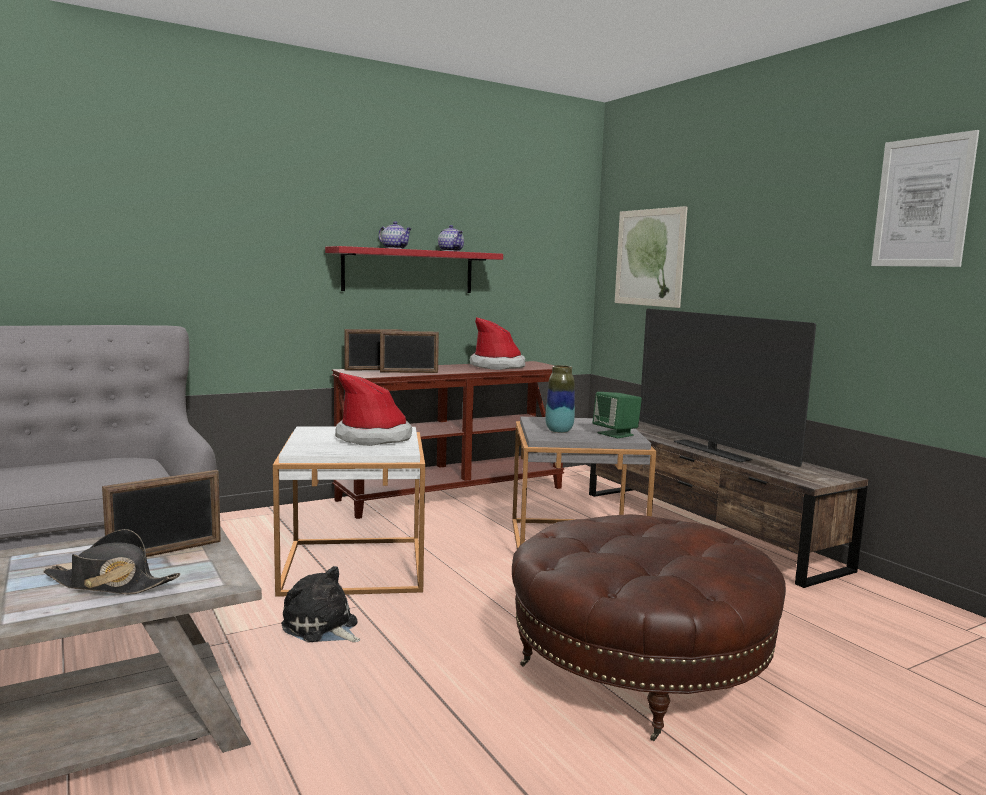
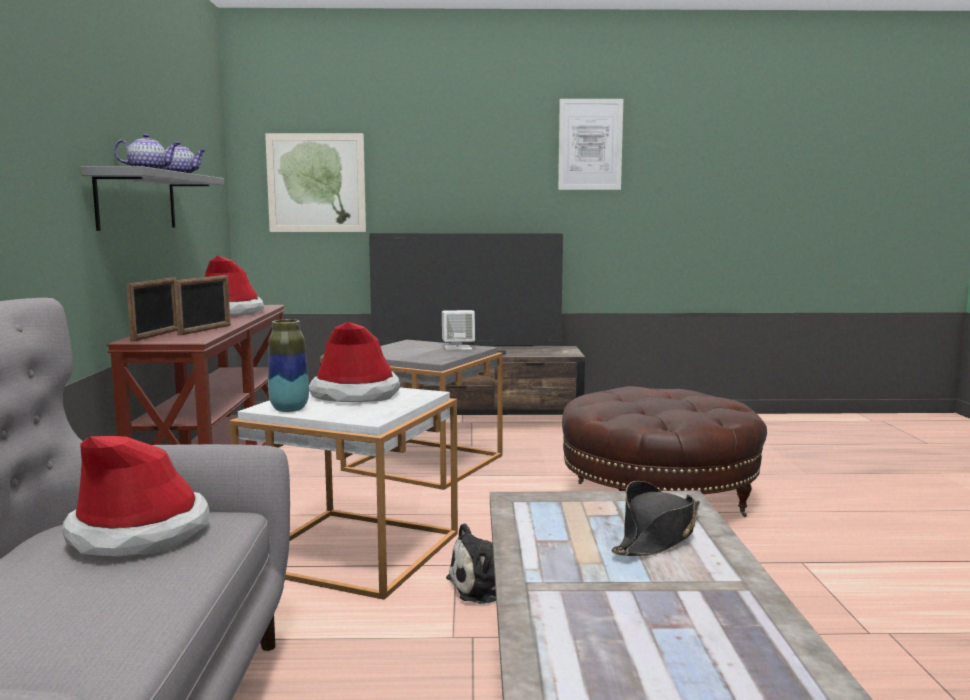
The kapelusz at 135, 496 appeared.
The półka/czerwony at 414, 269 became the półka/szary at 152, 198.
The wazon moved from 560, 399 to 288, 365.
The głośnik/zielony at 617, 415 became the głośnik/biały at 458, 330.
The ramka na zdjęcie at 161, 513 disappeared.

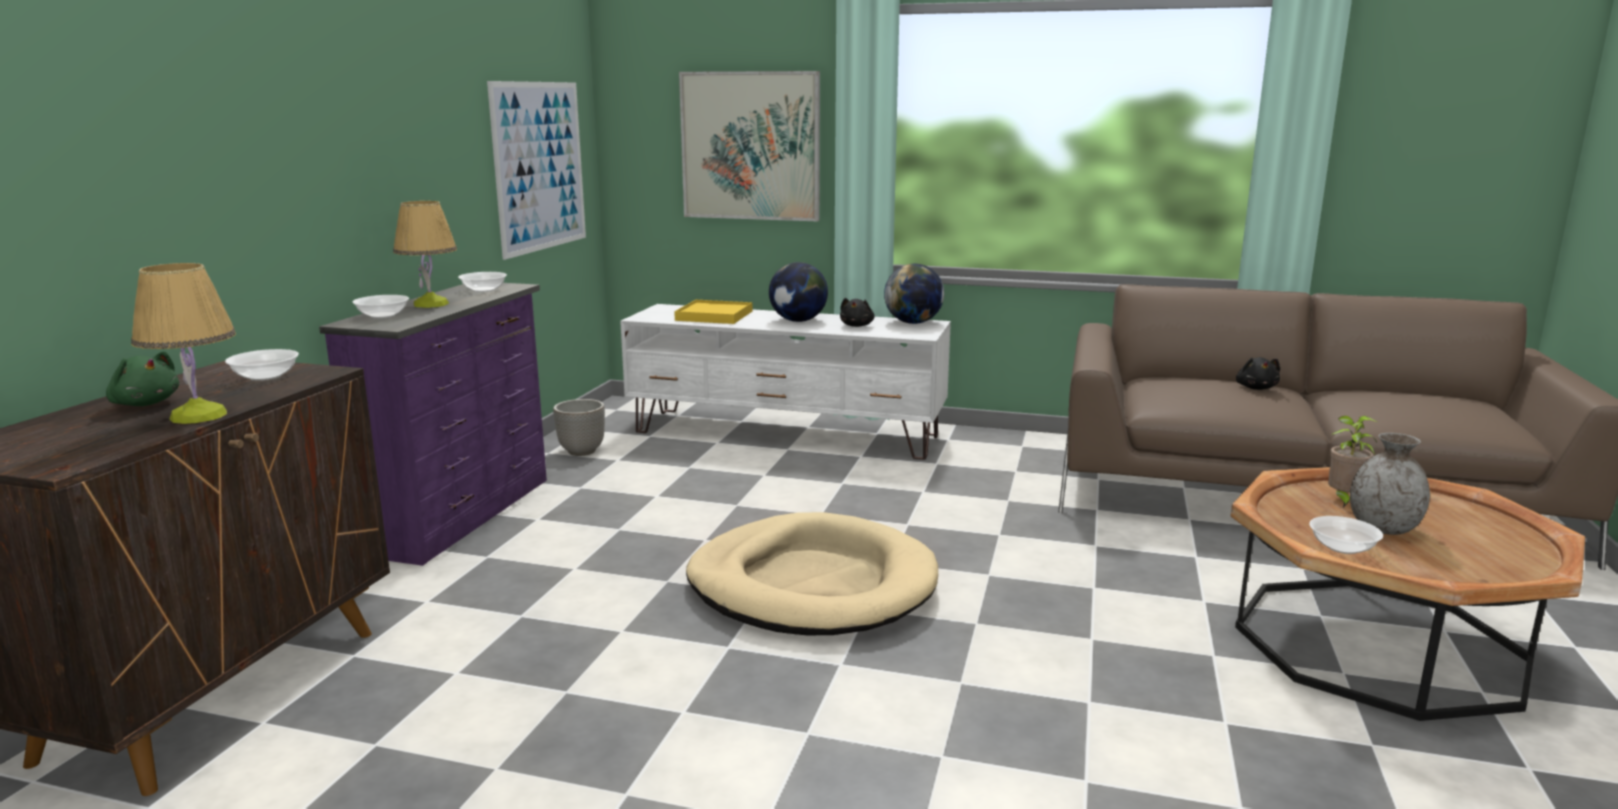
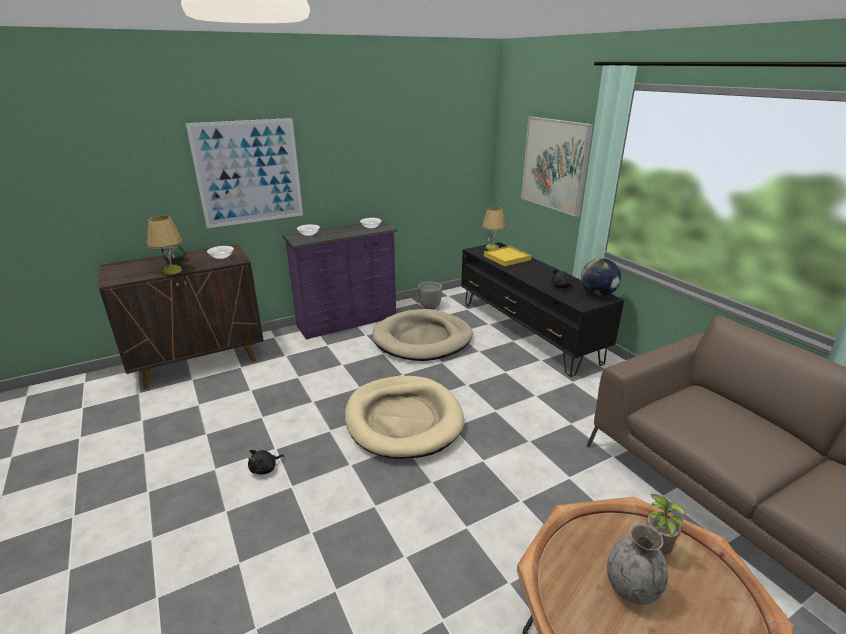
The obraz moved from 536, 170 to 244, 173.
The pluszak/czarny moved from 1258, 373 to 266, 462.
The legowisko/beżowy at 422, 335 appeared.
The szafka pod telewizor/biały at 785, 382 became the szafka pod telewizor/czarny at 542, 309.
The lampa stołowa moved from 425, 254 to 494, 228.
The globus at 798, 292 disappeared.
The miska at 1346, 535 disappeared.

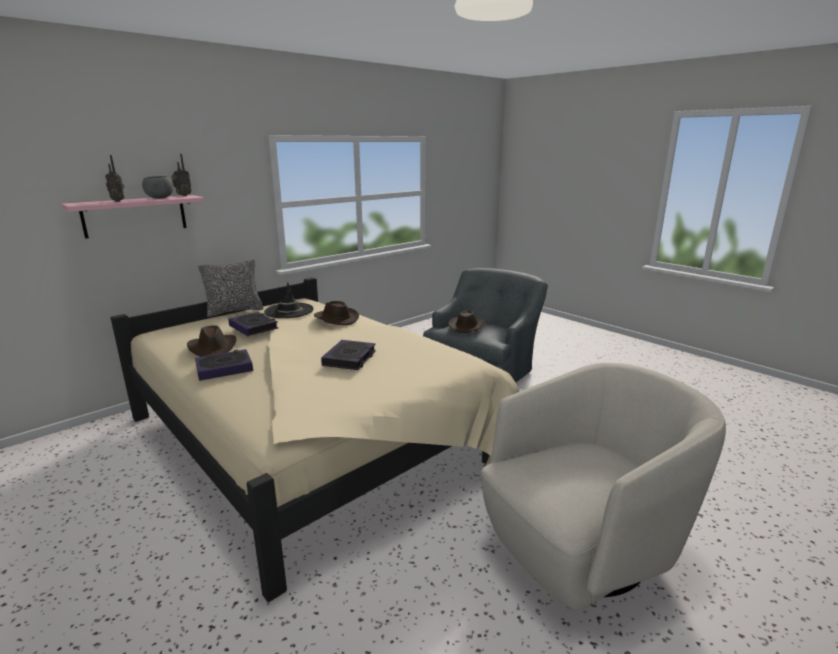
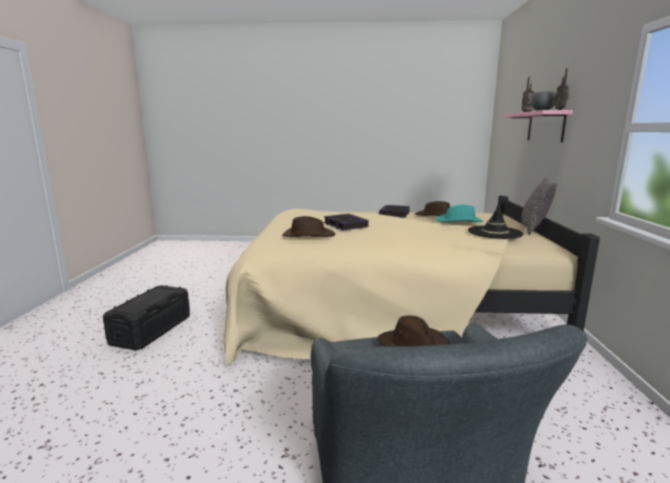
The fotel/beżowy at 603, 486 was replaced by the pojemnik do przechowywania/czarny at 146, 317.
The kapelusz/brązowy moved from 336, 313 to 308, 226.
The książka at 253, 324 was replaced by the kapelusz/turkusowy at 459, 213.

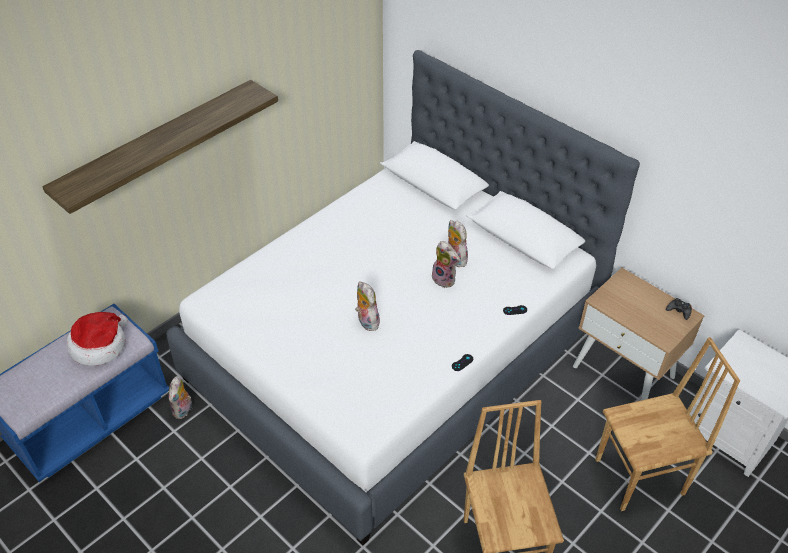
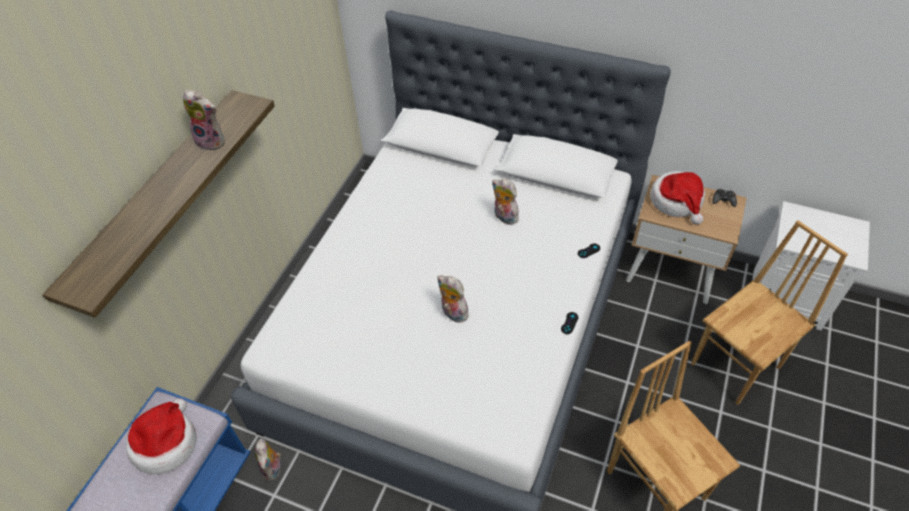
The pluszak moved from 446, 264 to 204, 120.
The kapelusz at 677, 198 appeared.

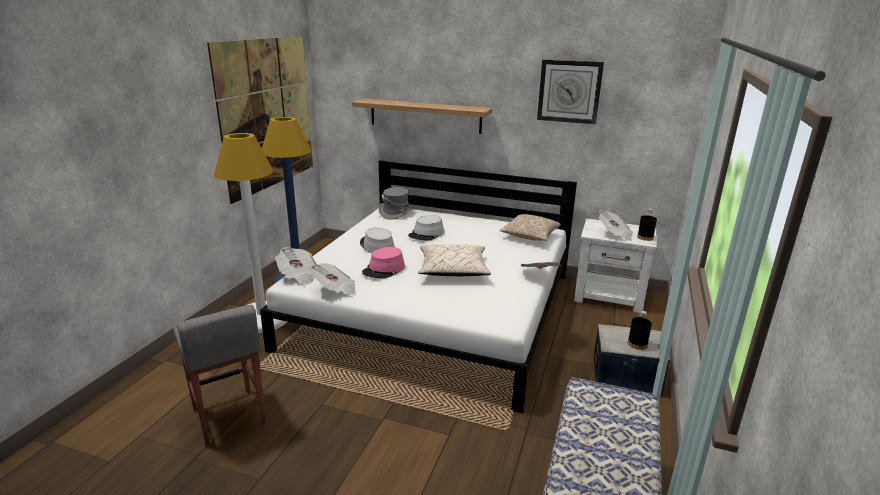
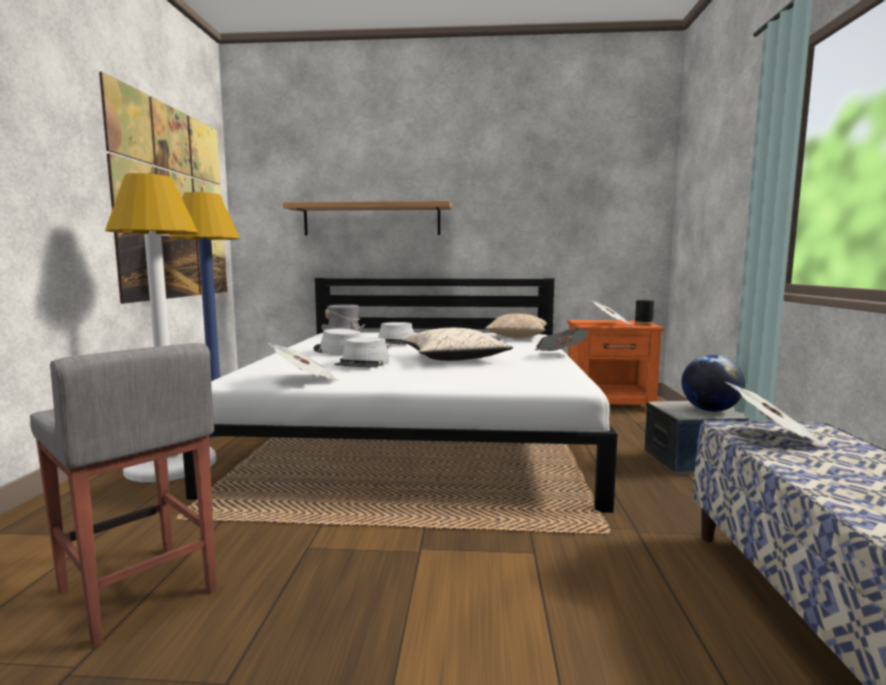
The kapelusz/różowy at 383, 262 became the kapelusz/szary at 362, 352.
The szafka nocna/biały at 615, 265 became the szafka nocna/pomarańczowy at 615, 366.
The butelka/czarny at 639, 330 was replaced by the globus at 713, 383.
The gazeta moved from 296, 266 to 778, 415.
The zegar ścienny at 570, 91 disappeared.

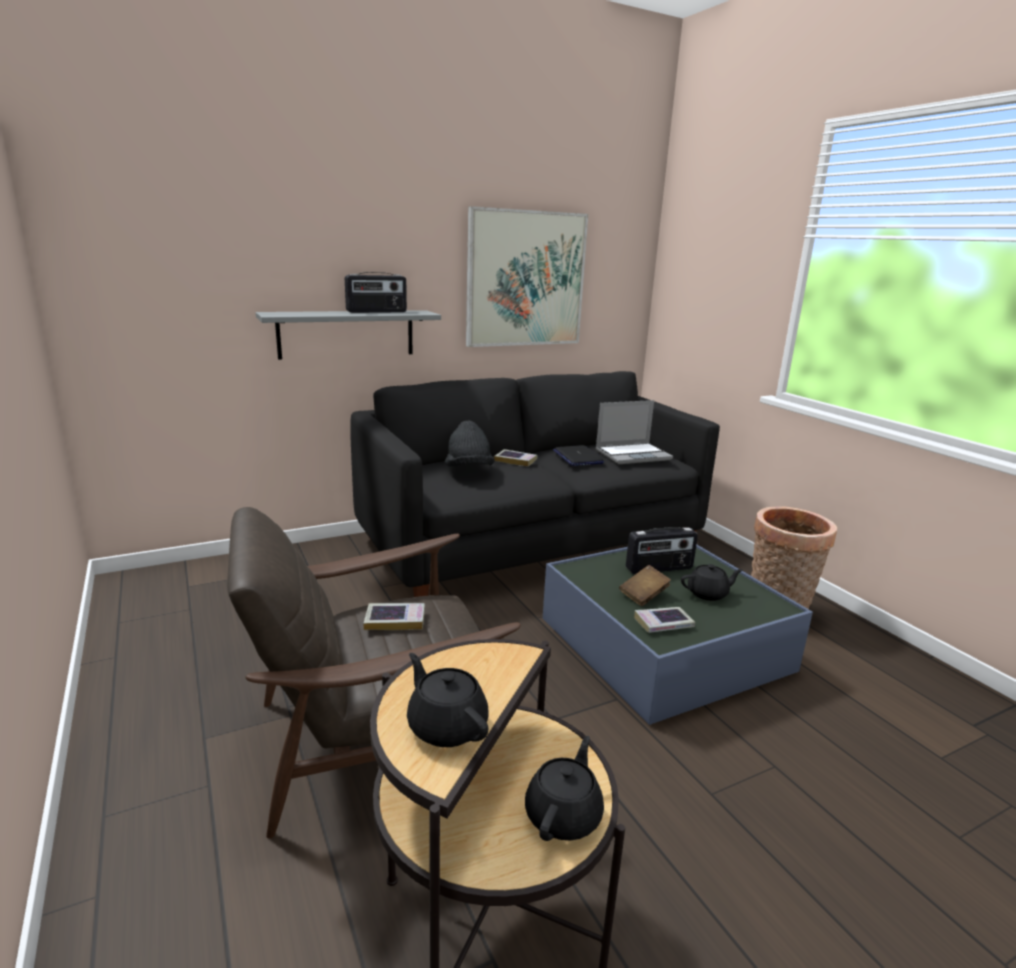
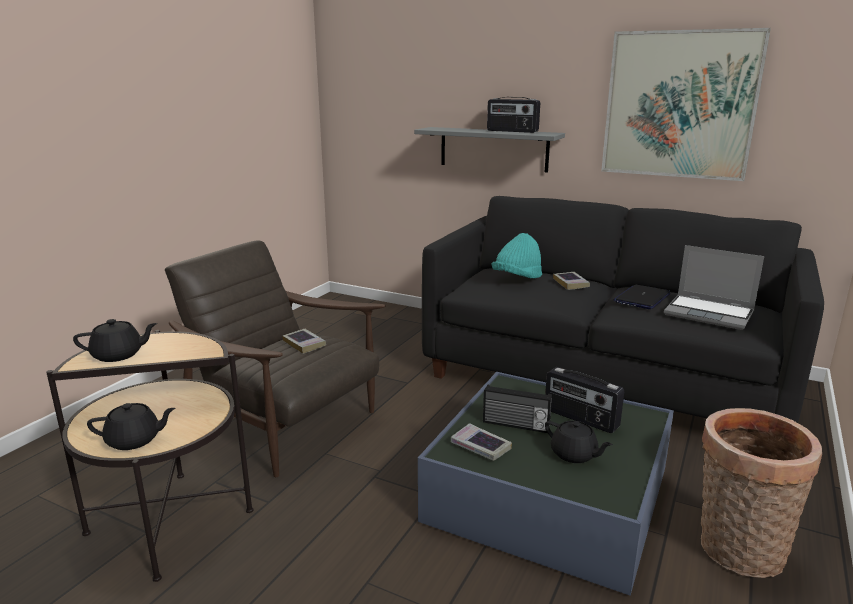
The imbryk/czarny at 448, 700 turned 60 degrees clockwise.
The książka/brązowy at 645, 585 was replaced by the radio at 517, 409.
The kapelusz/czarny at 470, 444 became the kapelusz/turkusowy at 517, 255.

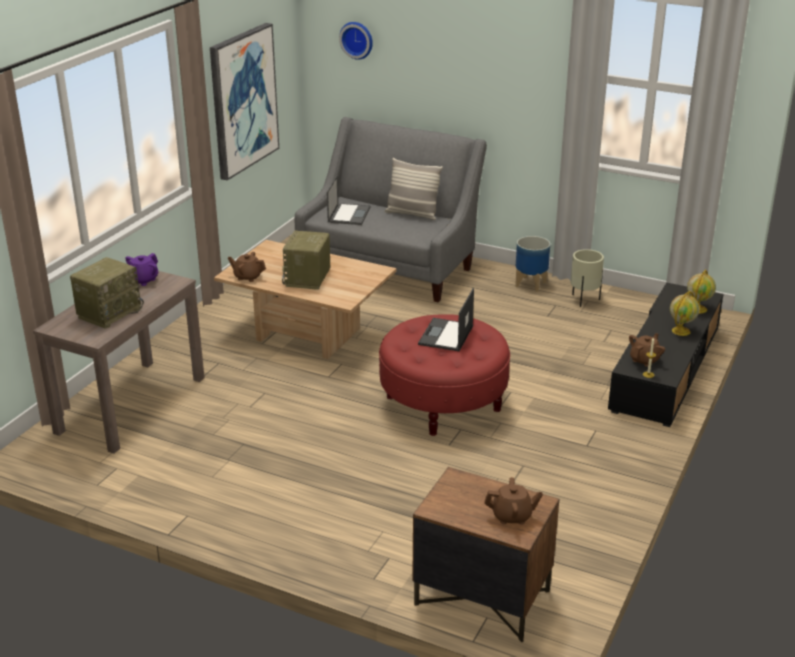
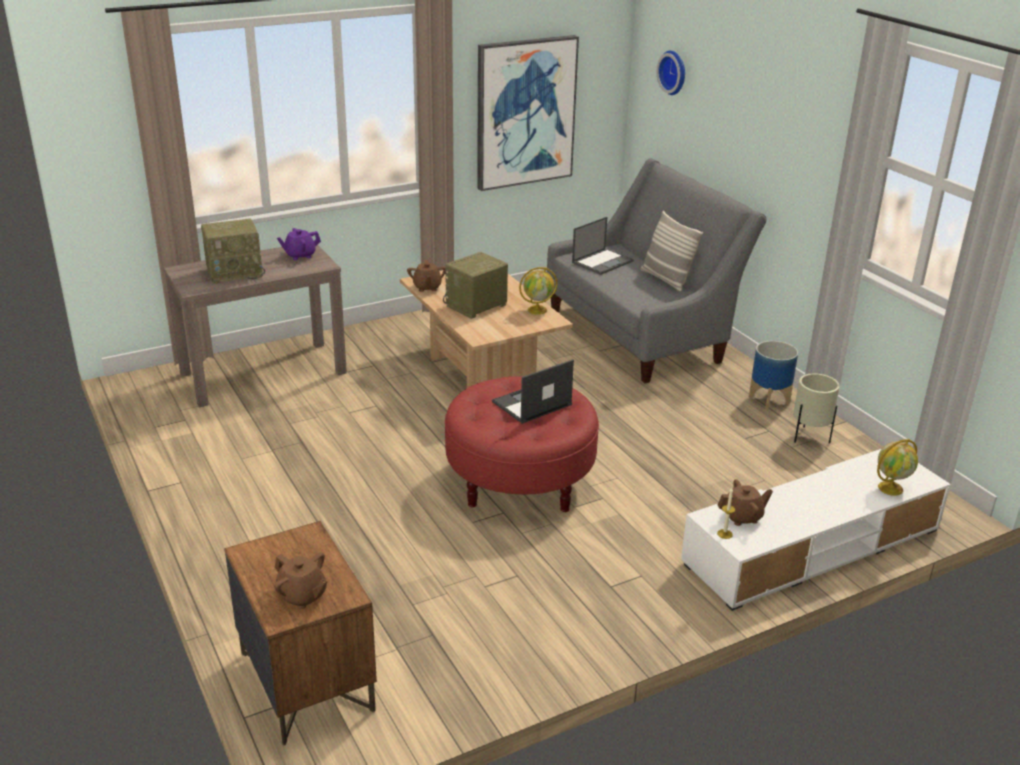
The imbryk/brązowy at 247, 267 turned 150 degrees counterclockwise.
The globus moved from 685, 313 to 538, 291.
The szafka pod telewizor/czarny at 665, 355 became the szafka pod telewizor/biały at 816, 530.

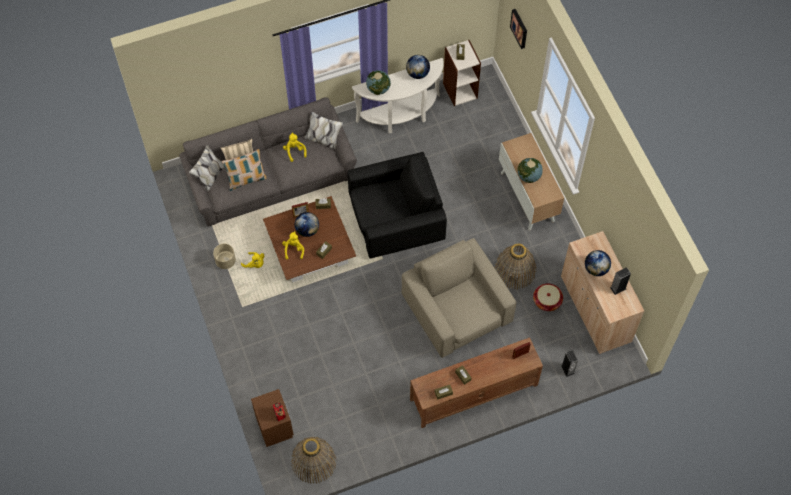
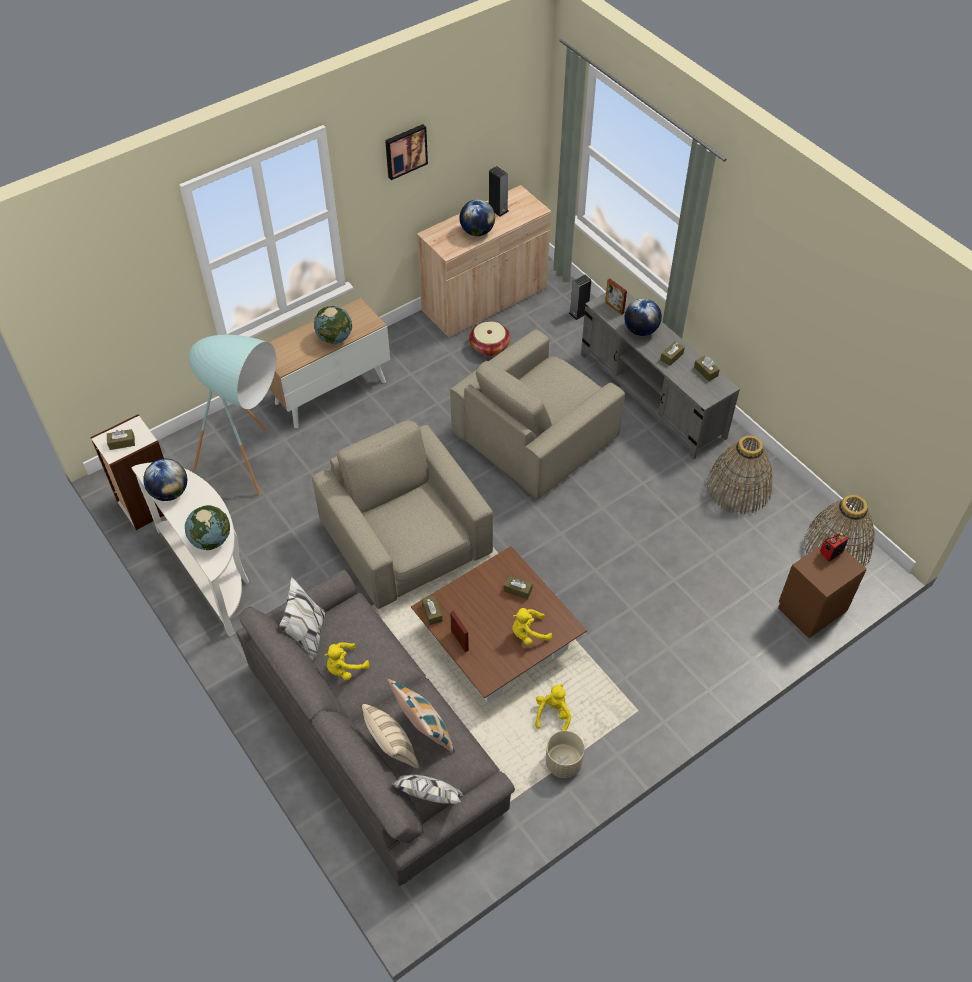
The lampa stojąca/turkusowy at 232, 415 appeared.
The fotel/czarny at 397, 205 became the fotel/beżowy at 402, 514.
The obraz moved from 518, 29 to 406, 152.
The szafka pod telewizor/brązowy at 476, 382 became the szafka pod telewizor/szary at 660, 376.
The globus moved from 307, 224 to 643, 317.
The koszyk moved from 515, 266 to 739, 474.

